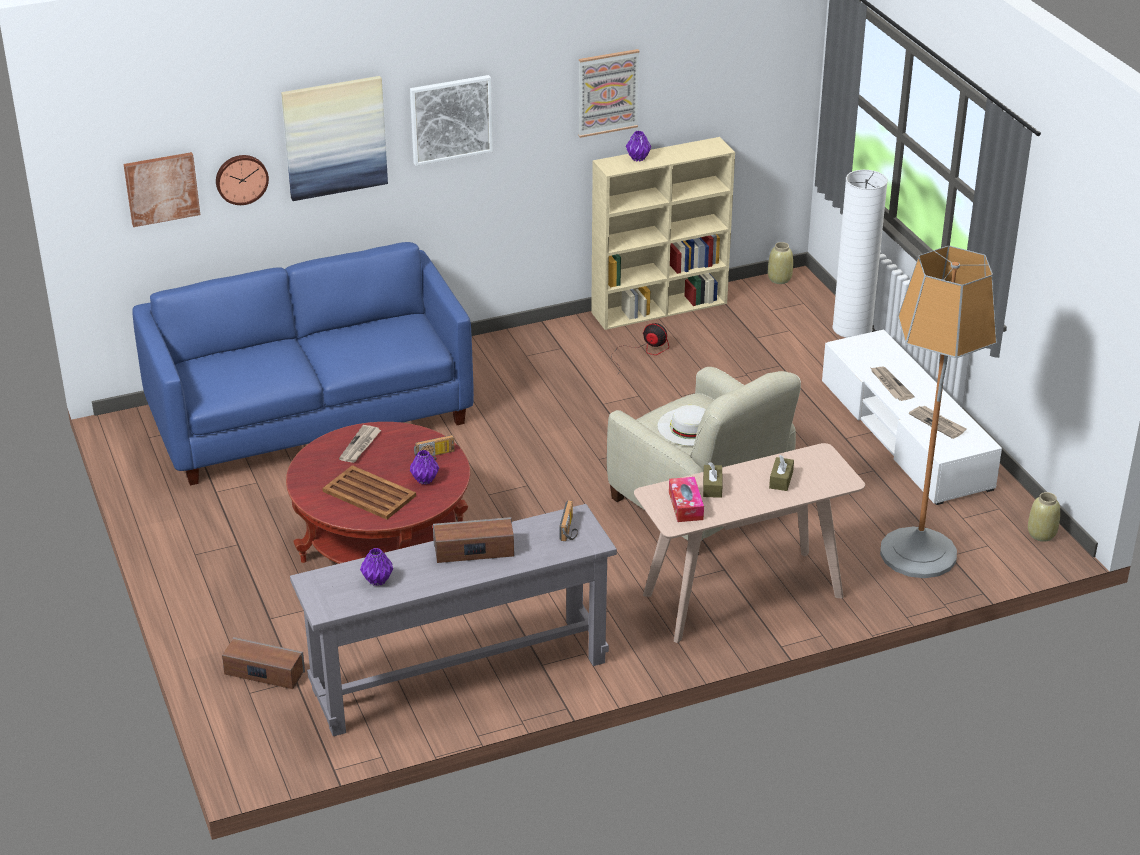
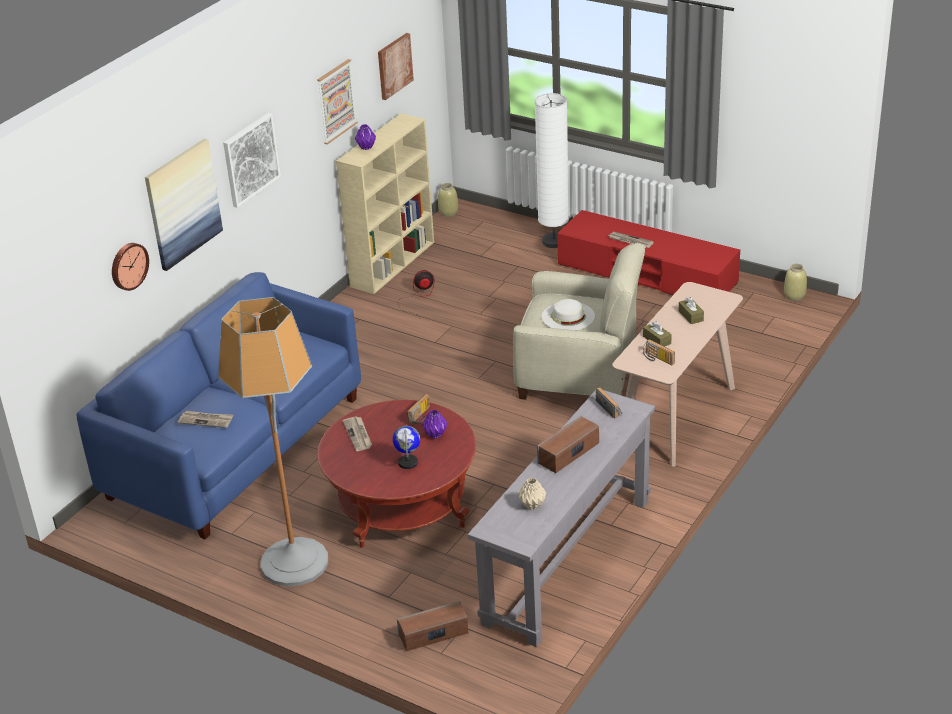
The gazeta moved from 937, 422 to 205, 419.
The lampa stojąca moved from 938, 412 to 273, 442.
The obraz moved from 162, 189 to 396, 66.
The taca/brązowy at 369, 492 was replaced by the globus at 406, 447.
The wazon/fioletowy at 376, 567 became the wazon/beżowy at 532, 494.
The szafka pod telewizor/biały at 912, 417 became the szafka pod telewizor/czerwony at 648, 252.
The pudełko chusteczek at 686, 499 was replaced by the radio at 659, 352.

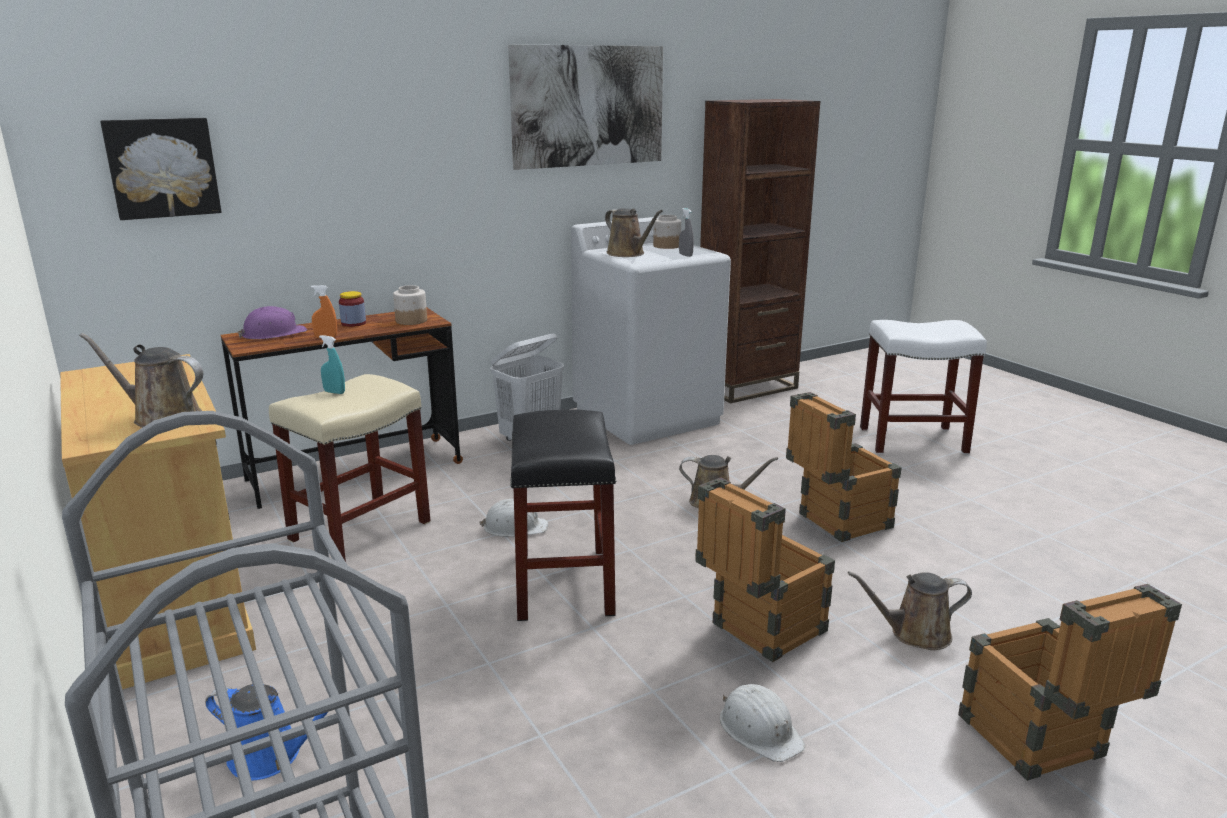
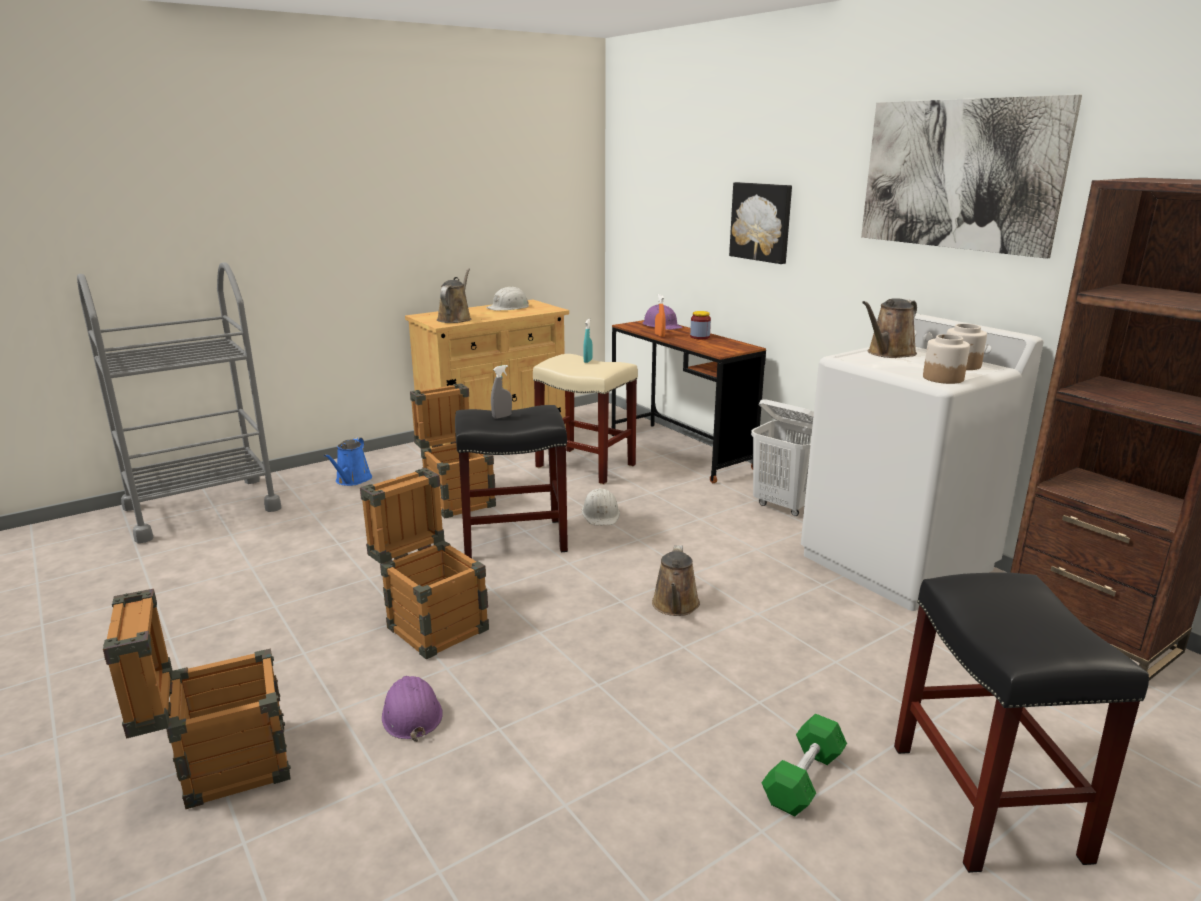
The konewka/brązowy at 910, 610 was replaced by the kask/fioletowy at 412, 709.
The skrzynka moved from 844, 467 to 453, 451.
The kask/biały moved from 762, 723 to 507, 298.
The spryskiwacz/szary moved from 686, 232 to 501, 392.
The obraz moved from 160, 169 to 760, 223.
The hantel/zielony at 804, 764 appeared.
The stołek/biały at 923, 387 became the stołek/czarny at 1021, 722.
The słoik moved from 410, 305 to 946, 359.

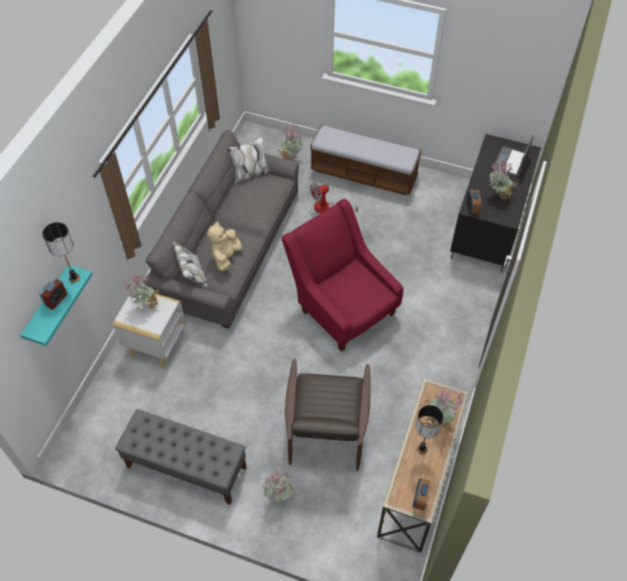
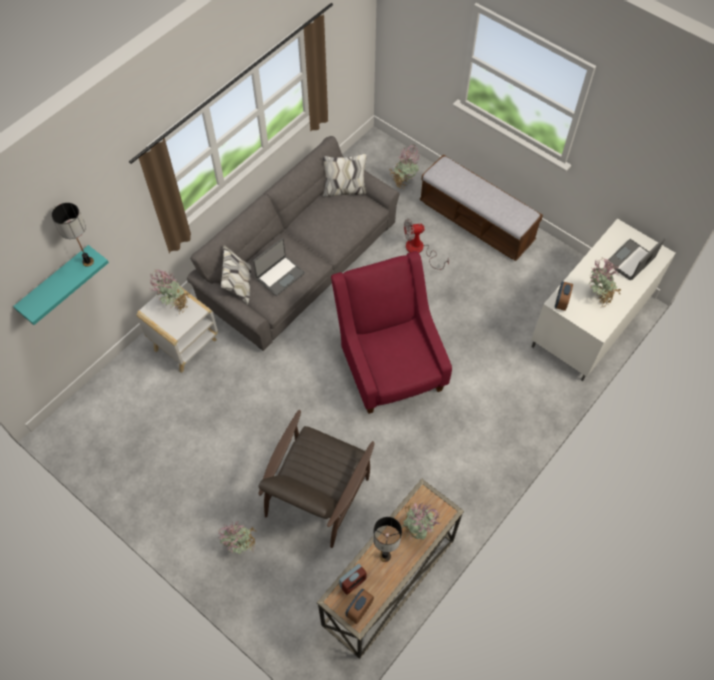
The pluszak/beżowy at 224, 246 was replaced by the laptop at 279, 267.
The budzik moved from 53, 294 to 353, 579.
The szafka pod telewizor/czarny at 495, 203 became the szafka pod telewizor/biały at 603, 300.
The ławka/szary at 181, 457 disappeared.

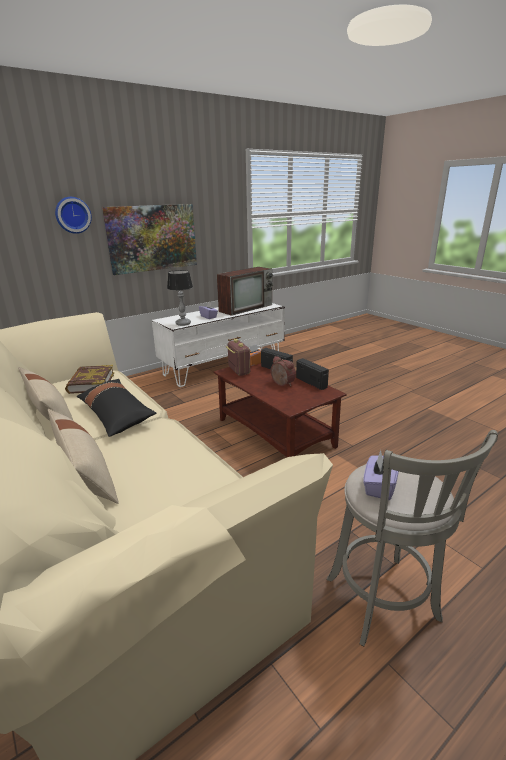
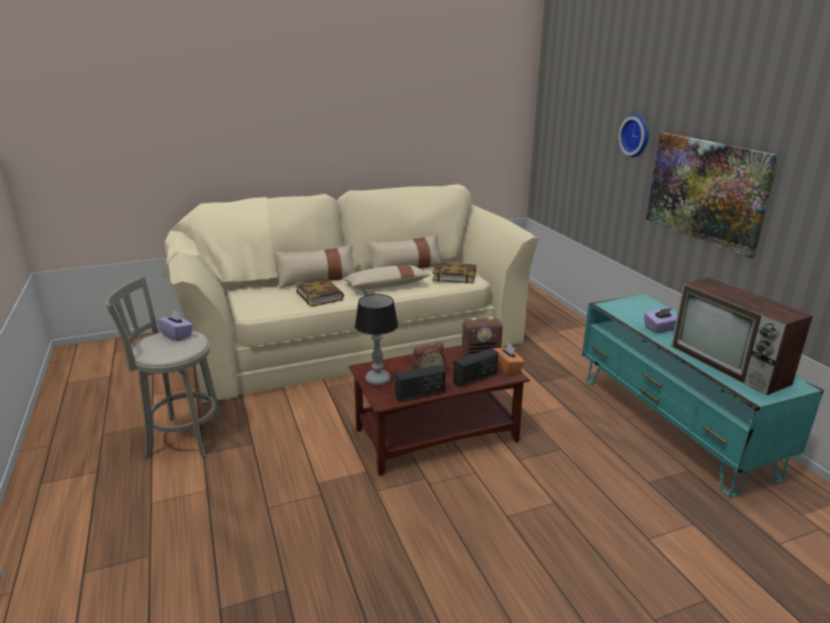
The książka at 319, 292 appeared.
The poduszka/czarny at 116, 408 became the poduszka/beżowy at 386, 277.
The lampa stołowa moved from 180, 298 to 376, 340.
The szafka pod telewizor/biały at 218, 345 became the szafka pod telewizor/turkusowy at 703, 396.

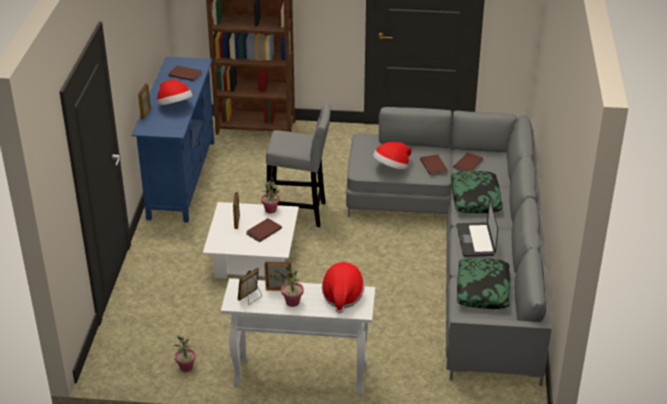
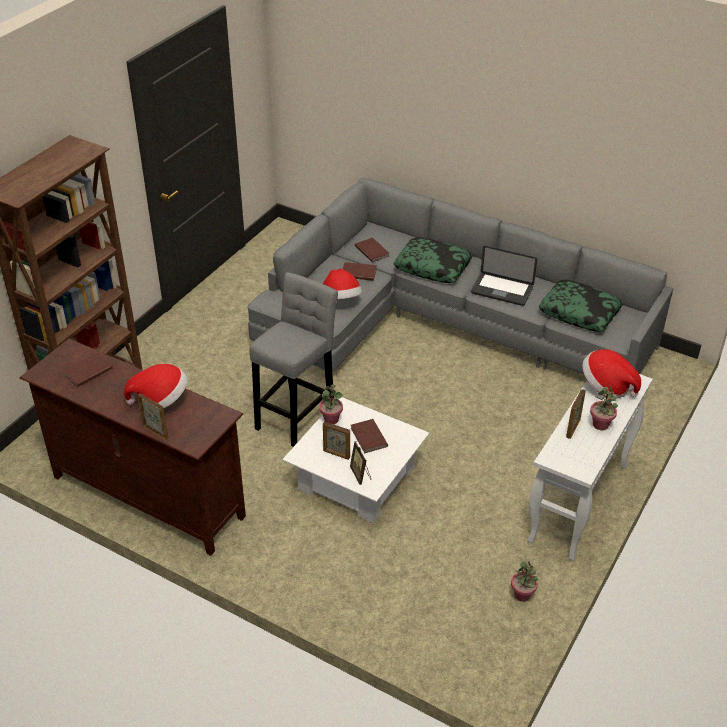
The szafka pod telewizor/niebieski at 172, 140 became the szafka pod telewizor/brązowy at 133, 447.
The ramka na zdjęcie moved from 250, 286 to 360, 463.

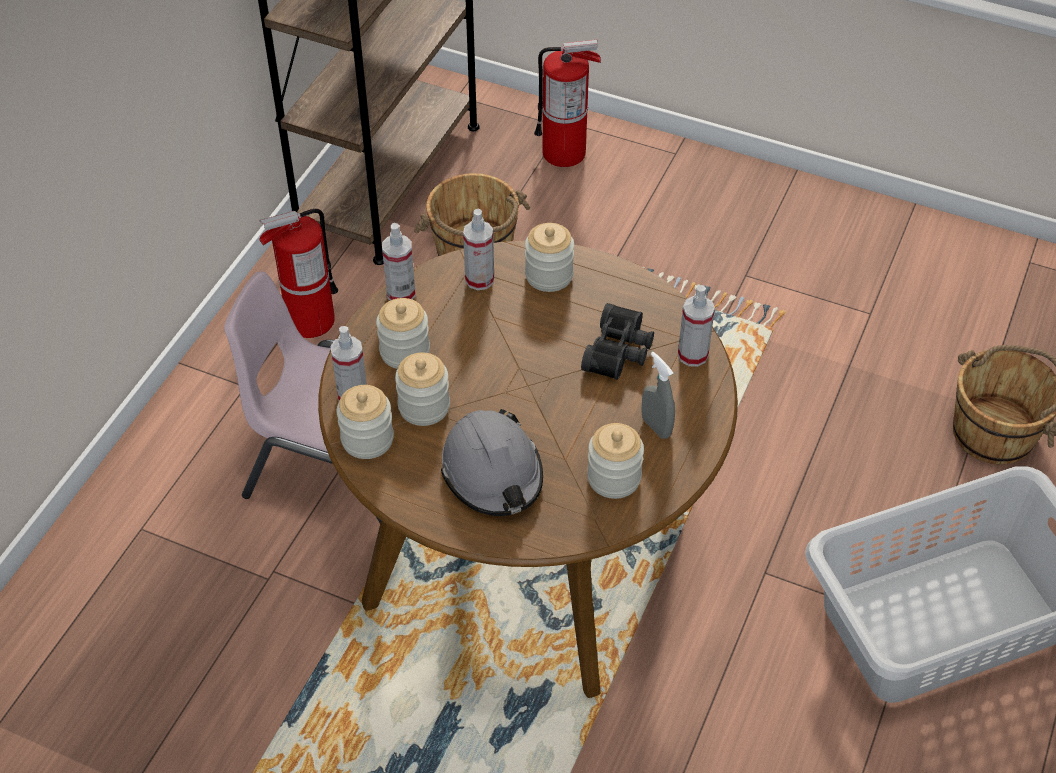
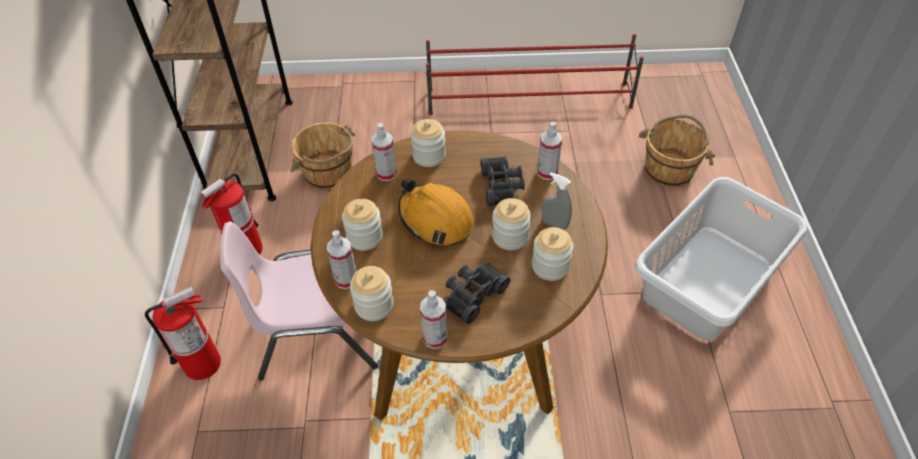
The gaśnica moved from 567, 103 to 183, 333.
The kask/pomarańczowy at 436, 211 appeared.
The spryskiwacz moved from 398, 262 to 433, 319.
The regał na buty/czerwony at 535, 74 appeared.
The kask/szary at 492, 462 was replaced by the lornetka/czarny at 477, 293.
The słoik moved from 422, 389 to 511, 224.

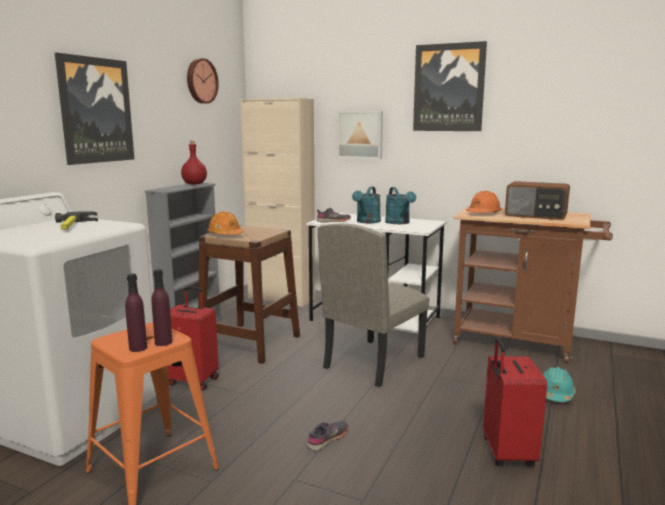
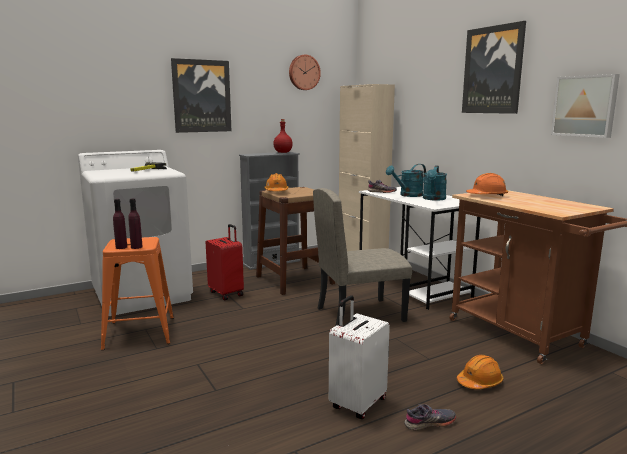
The walizka/czerwony at 515, 402 became the walizka/biały at 359, 357.
The but/szary moved from 327, 436 to 430, 417.
The kask/turkusowy at 559, 384 became the kask/pomarańczowy at 480, 372.
The obraz moved from 360, 135 to 585, 106.
The radio at 537, 200 disappeared.

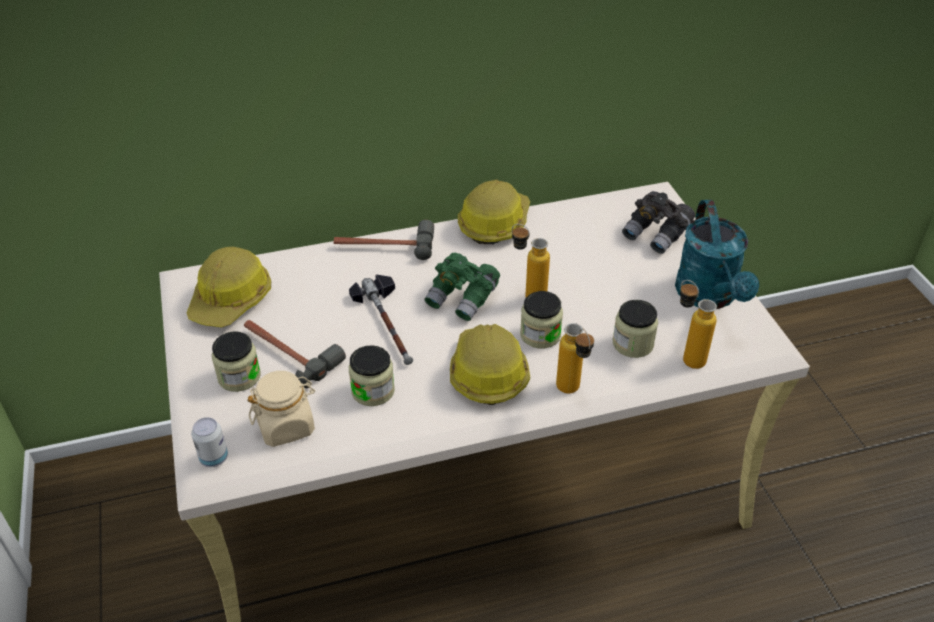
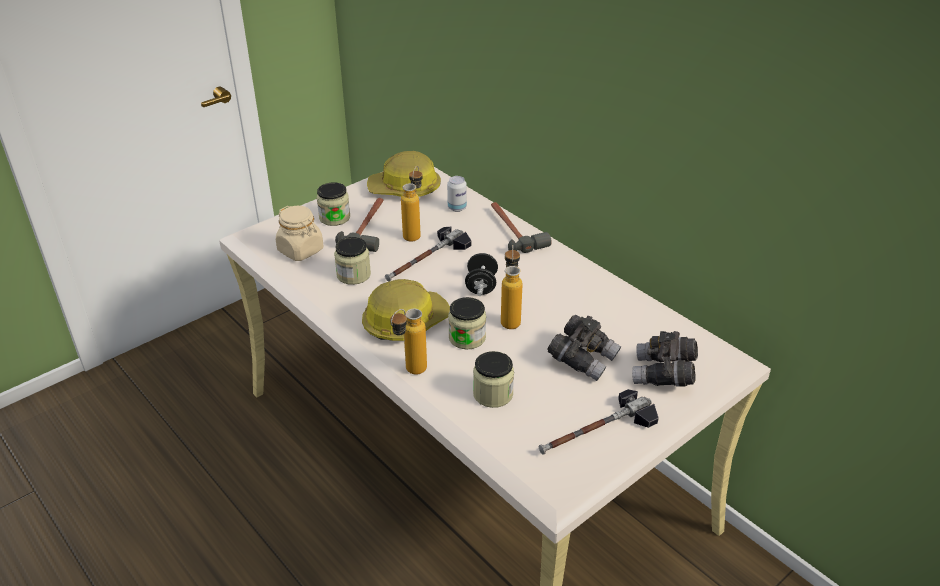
The butelka moved from 698, 324 to 411, 204.
The puszka moved from 209, 442 to 457, 194.
The lornetka/zielony at 462, 287 was replaced by the hantel/czarny at 481, 274.
The konewka/turkusowy at 717, 254 was replaced by the młotek at 599, 421.
The lornetka/szary at 584, 348 appeared.
The kask at 494, 212 disappeared.

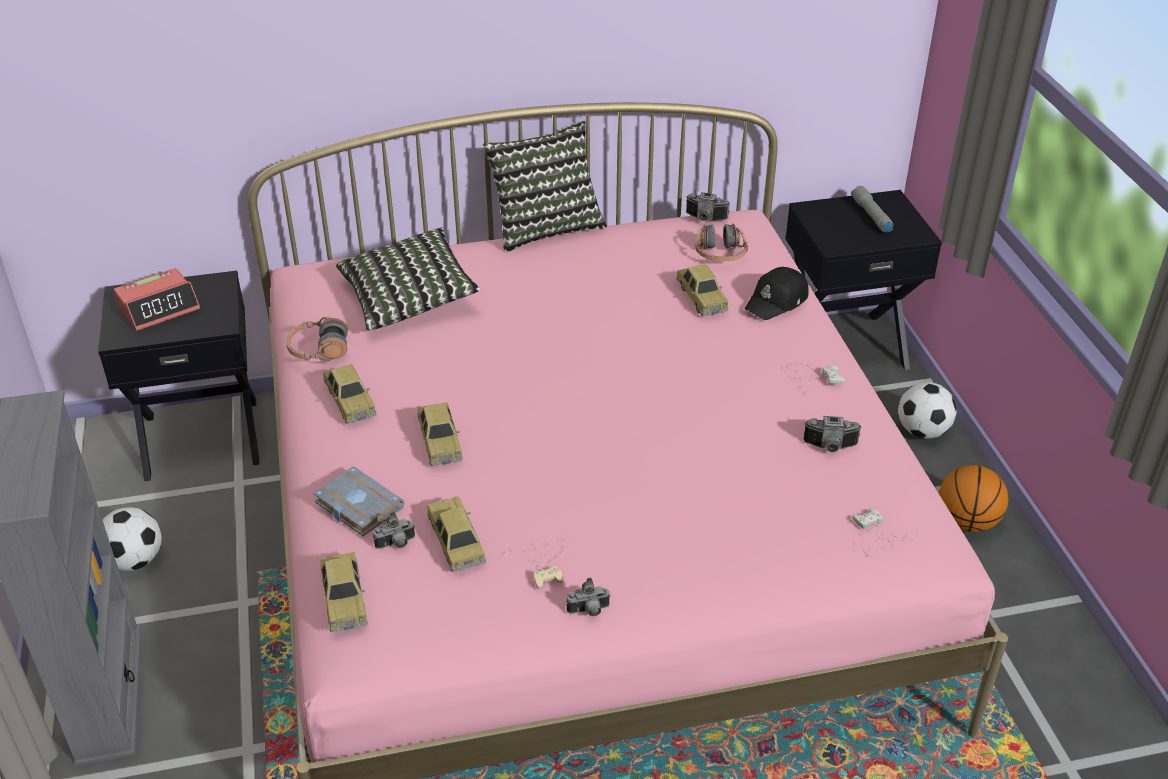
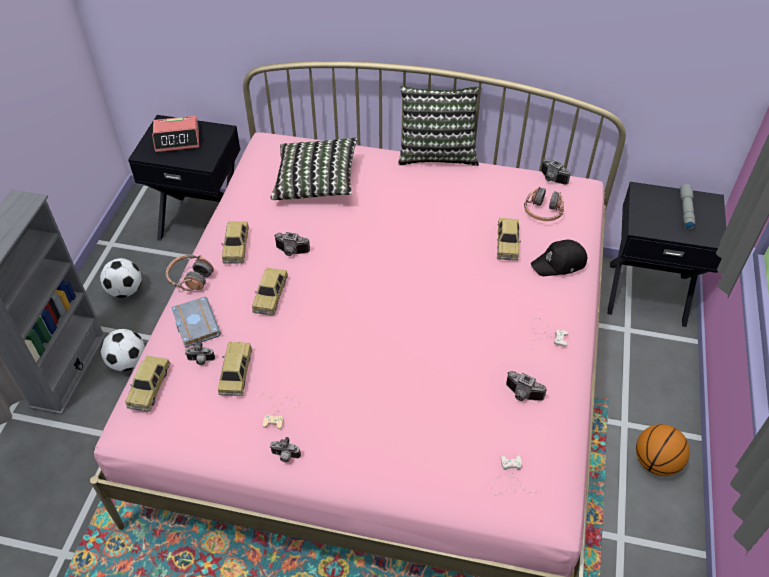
The piłka futbolowa moved from 927, 410 to 122, 350.
The słuchawki moved from 317, 339 to 190, 272.
The aparat fotograficzny at 292, 244 appeared.

